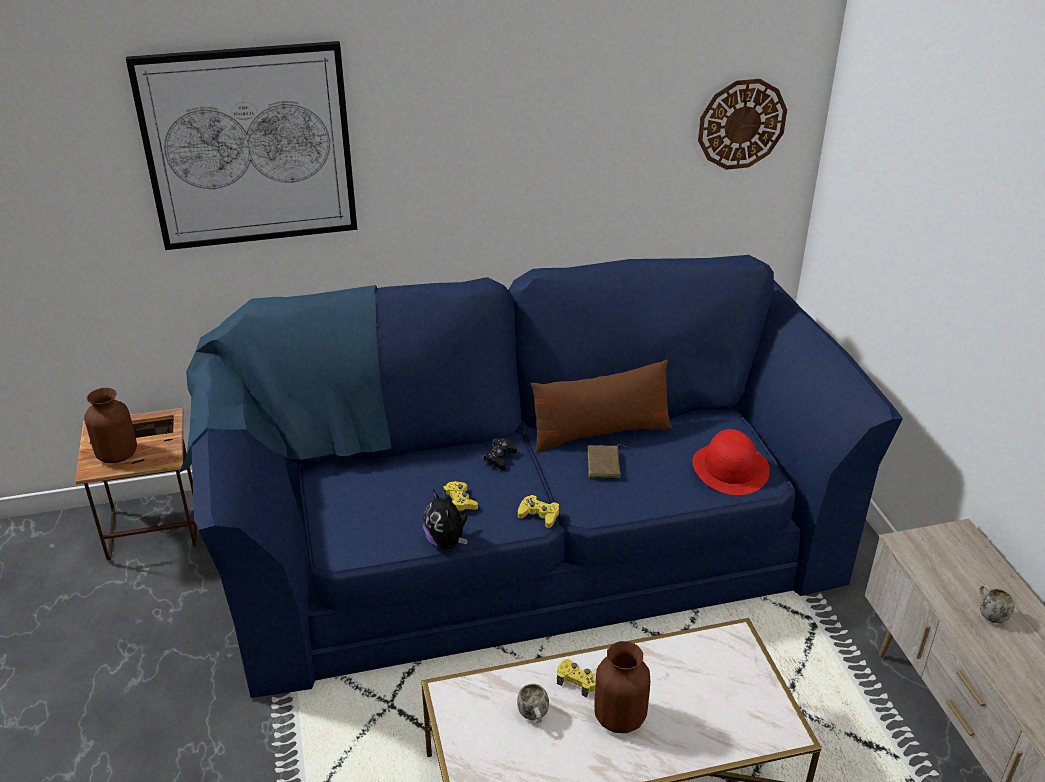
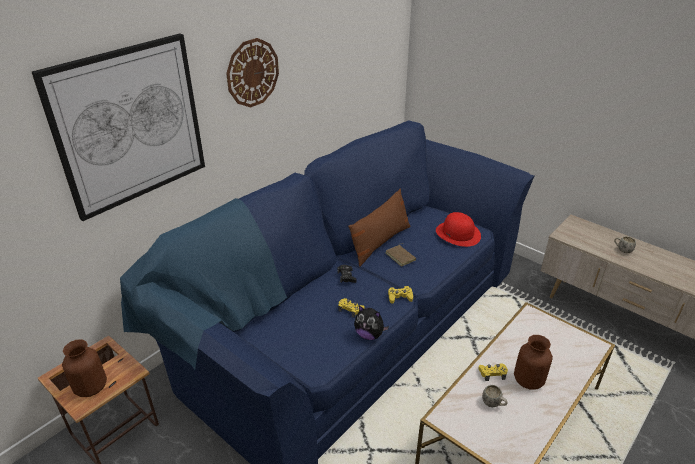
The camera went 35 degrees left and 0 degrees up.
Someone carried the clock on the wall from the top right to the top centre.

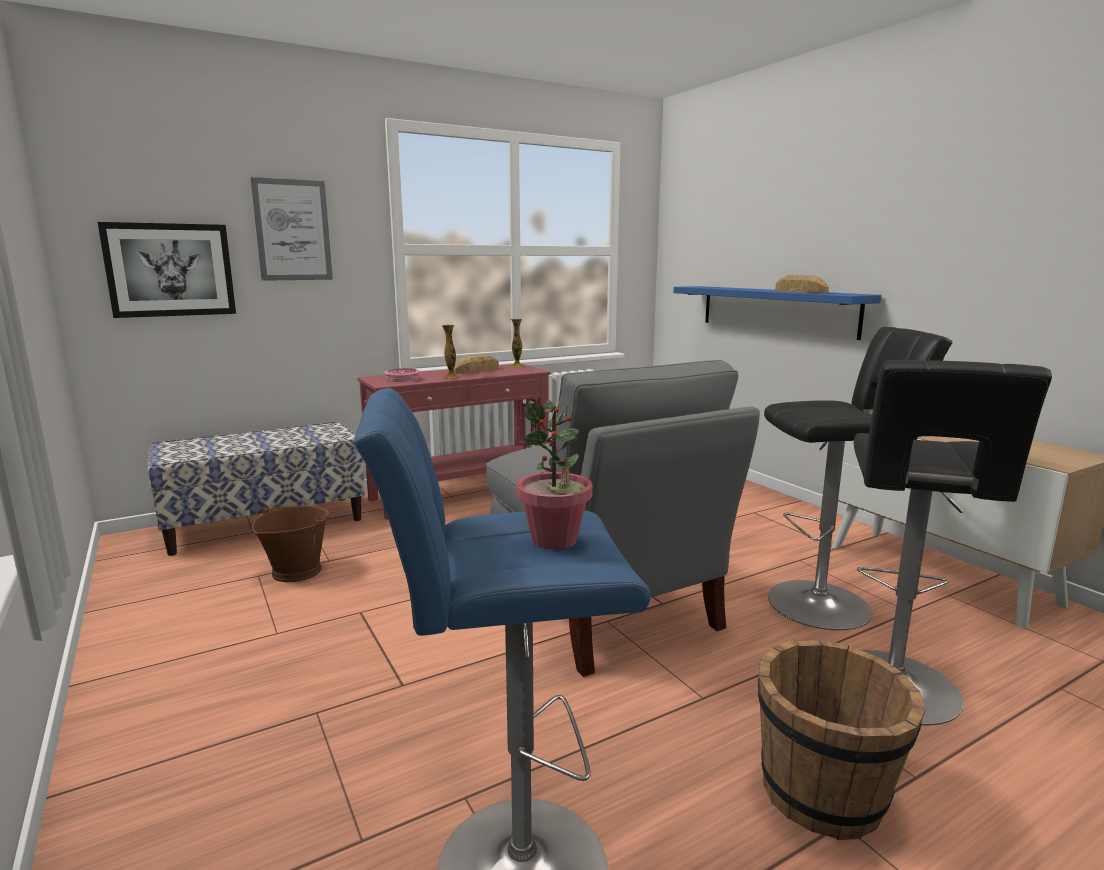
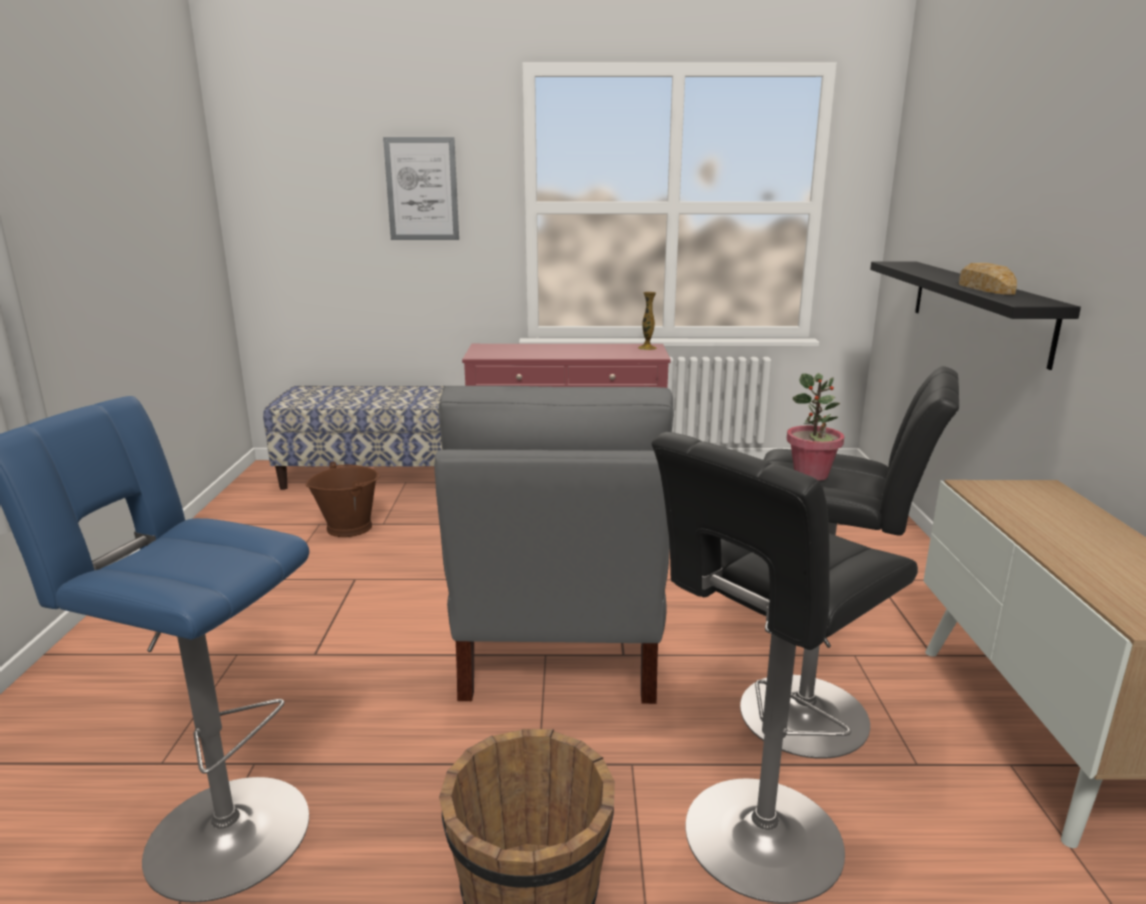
The camera went 30 degrees right and 5 degrees up.
Someone took away the wall art (1st from left) at the top left.
Someone took away the pink serving bowl at the centre.
Someone took away the flower vase (1st from left) at the centre.
Someone took away the bread (1st from left) at the centre.
Someone carried the houseplant from the centre to the middle right.
Someone repainted the blue shelf at the middle right, which became the black-coloured shelf at the middle right.

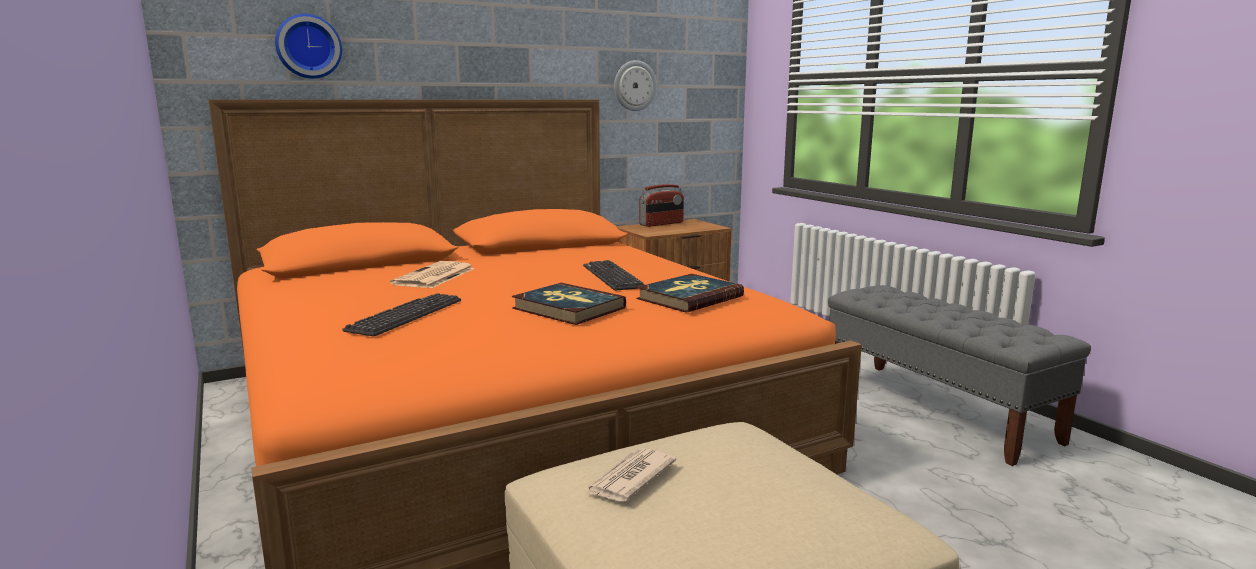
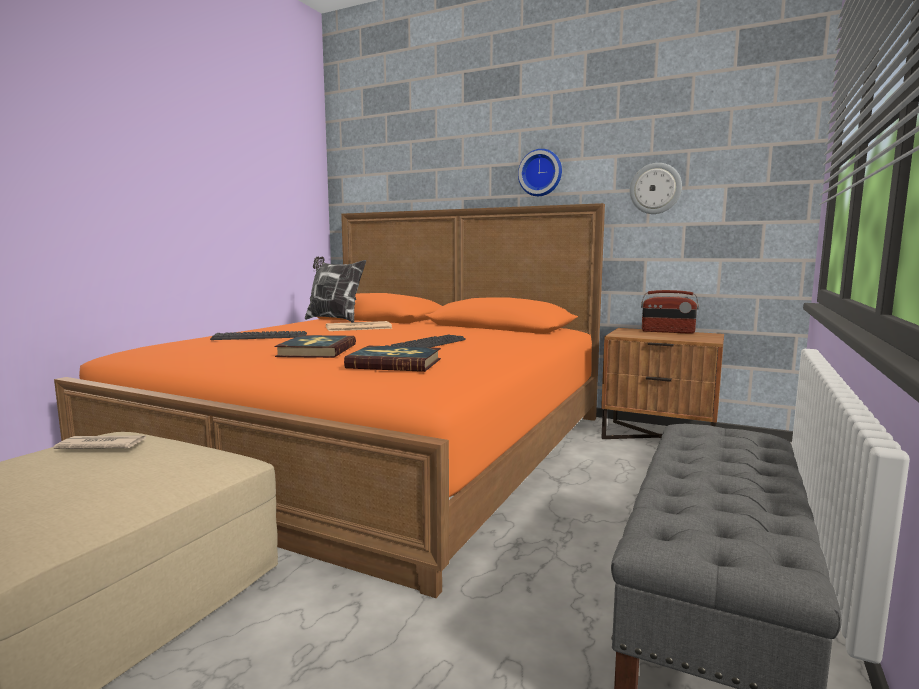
The camera went 55 degrees right and 5 degrees down.
Someone put down the pillow at the centre.
Someone carried the clock on the wall (1st from left) from the top left to the top centre.

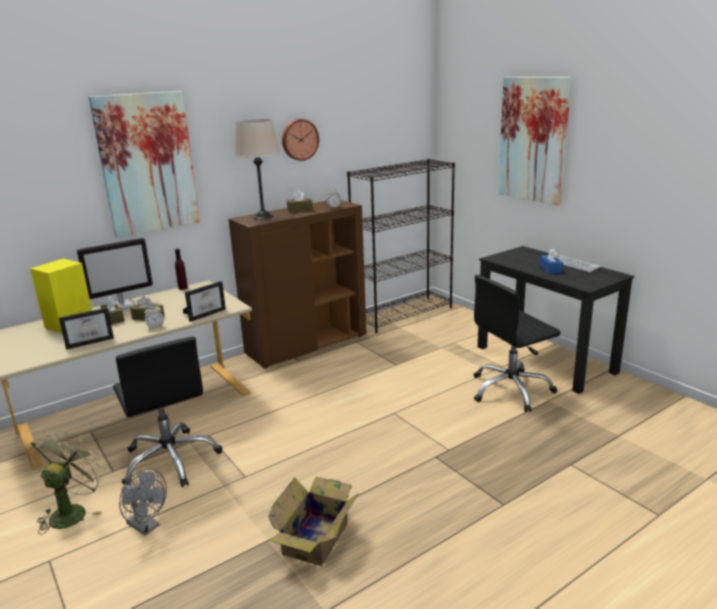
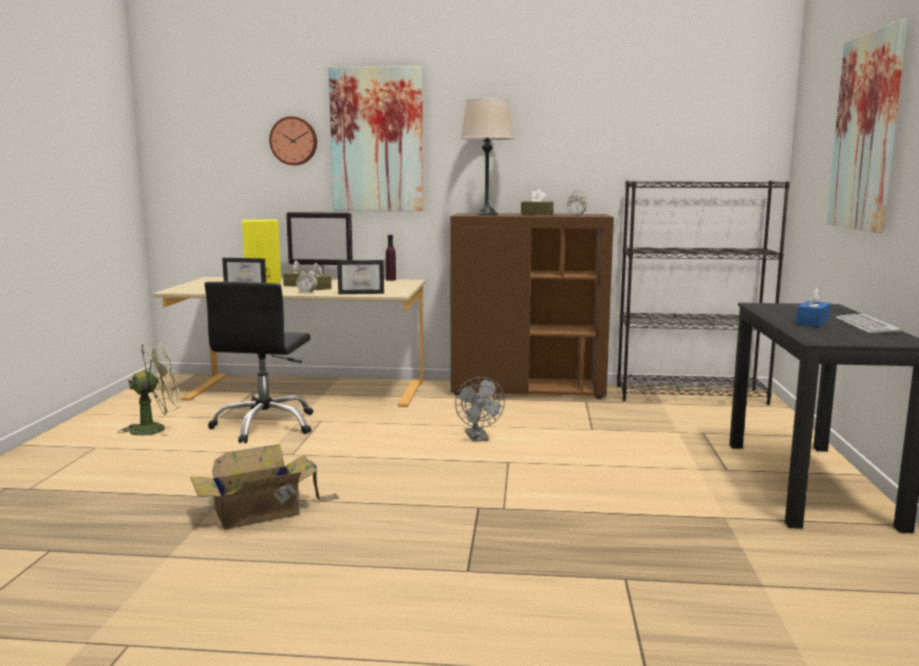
The camera went 40 degrees right and 10 degrees down.
Someone took away the black-coloured computer chair (2nd from left) at the middle right.
Someone carried the gray fan from the bottom left to the centre.
Someone carried the clock on the wall from the top centre to the top left.

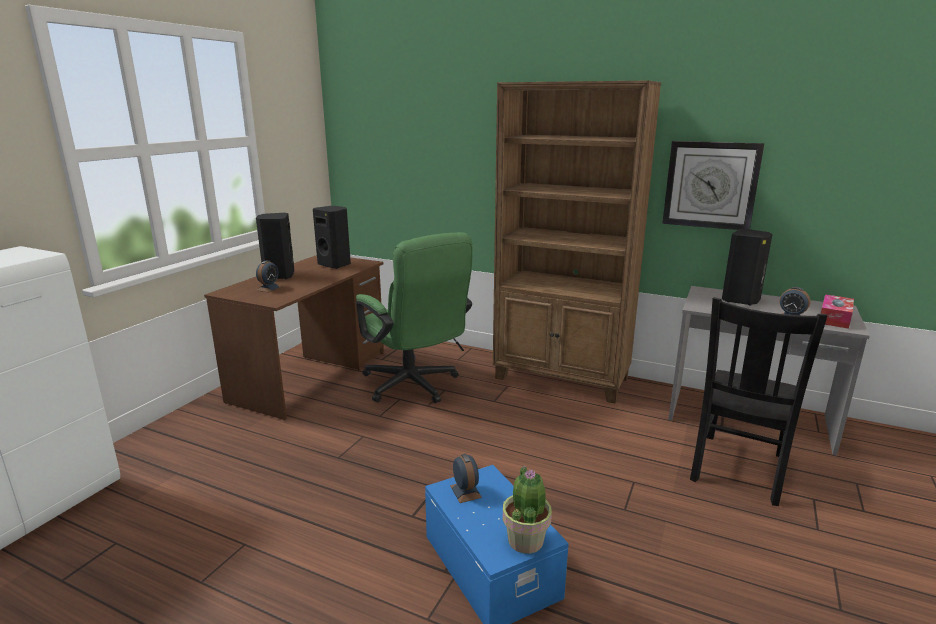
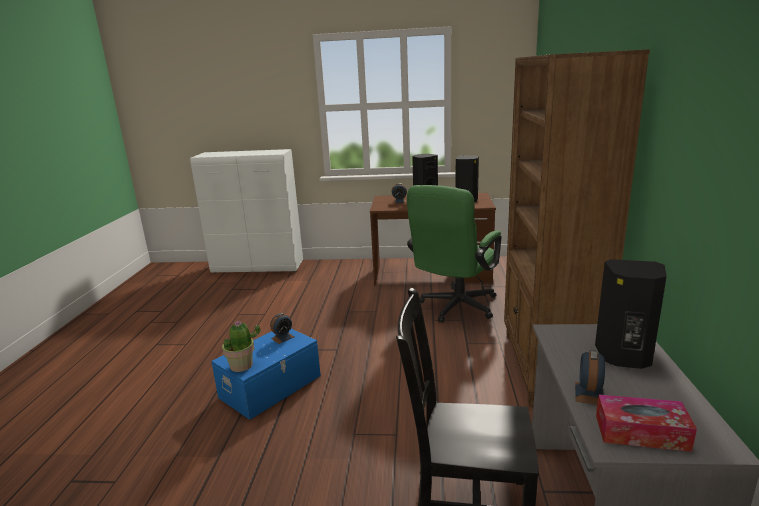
The camera went 70 degrees right and 0 degrees up.
Someone took away the clock on the wall at the top right.

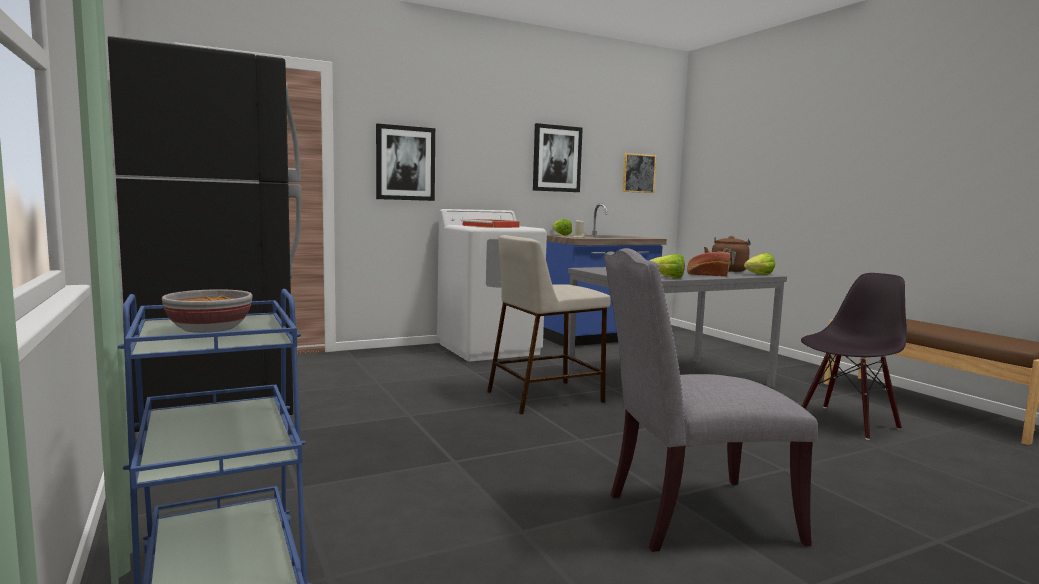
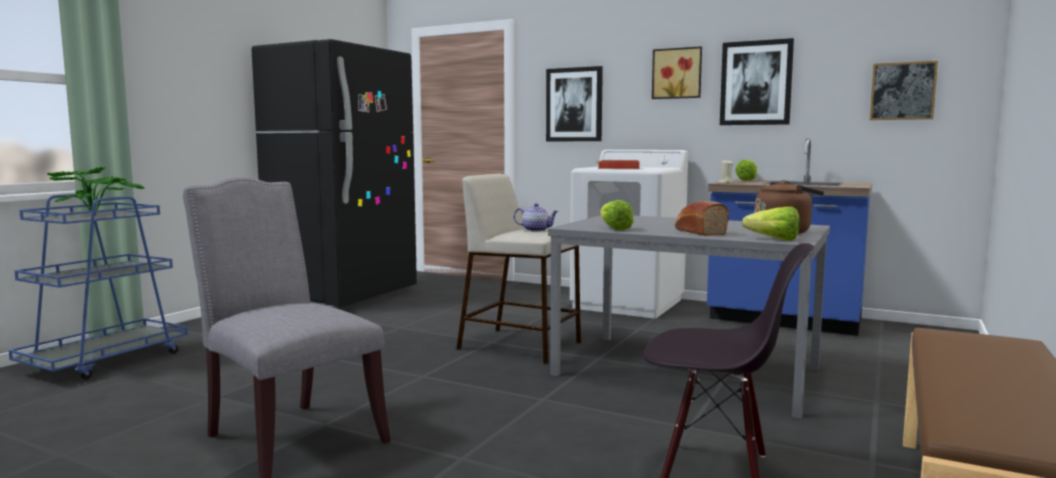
The camera went 55 degrees right and 0 degrees up.
Someone put down the pot for tea at the centre.
Someone put up the wall art (2nd from left) at the top centre.
Someone swapped the serving bowl at the middle left for the houseplant at the middle left.

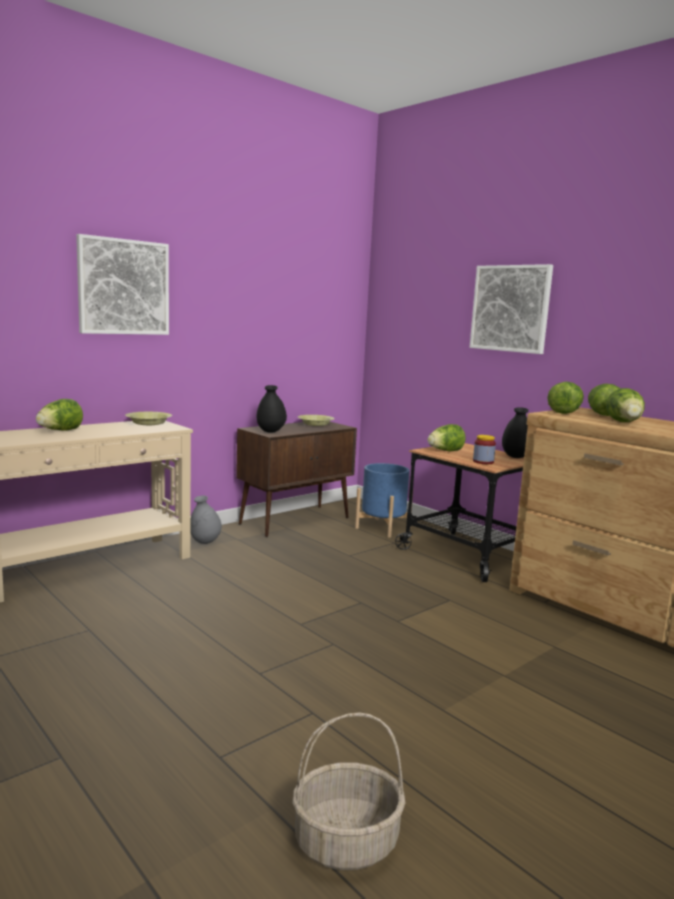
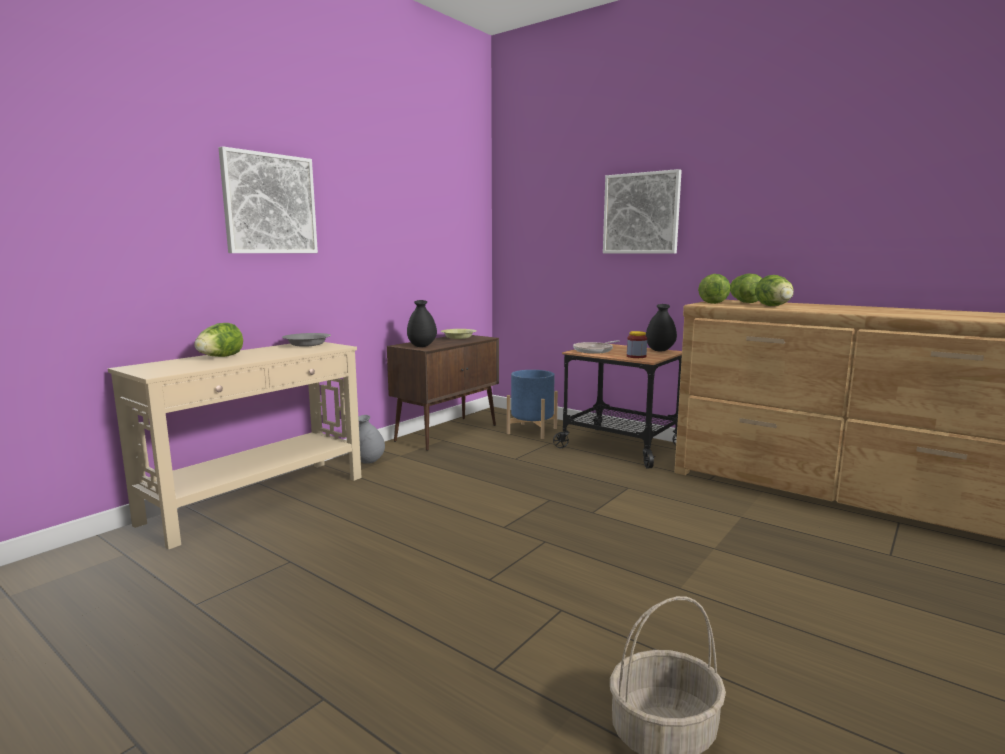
The camera went 10 degrees left and 0 degrees up.
Someone swapped the lettuce head (2nd from left) at the centre for the frying pan at the centre.
Someone repainted the yellow-coloured serving bowl (1st from left) at the middle left, which became the gray serving bowl at the middle left.

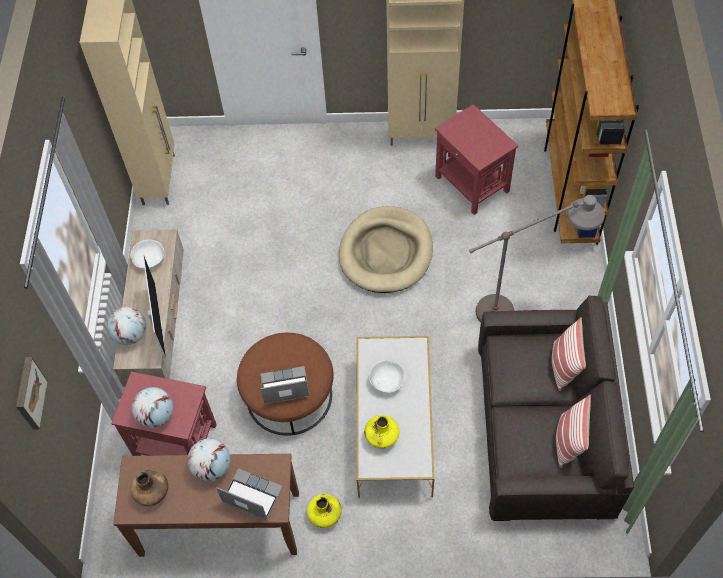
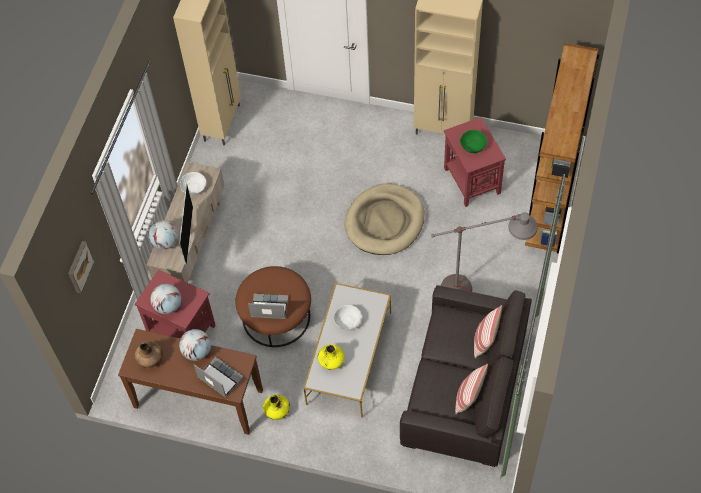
The camera went 15 degrees right and 0 degrees up.
Someone put down the greenish serving bowl at the top right.

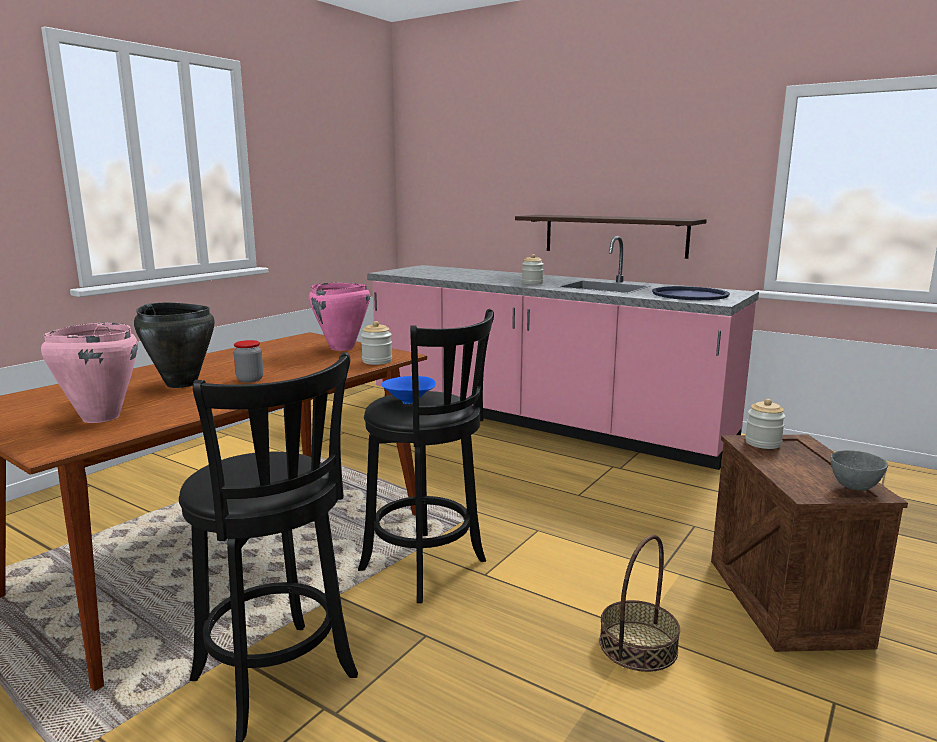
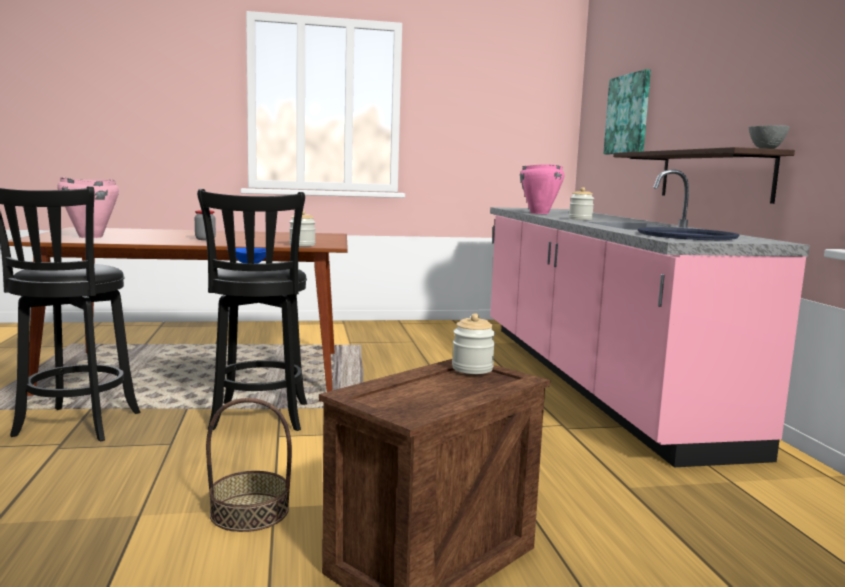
The camera went 45 degrees right and 5 degrees down.
Someone took away the black-coloured saucepot at the middle left.
Someone put up the wall art at the top right.
Someone carried the pink saucepot (2nd from left) from the centre to the top centre.
Someone carried the gray serving bowl from the middle right to the top right.

